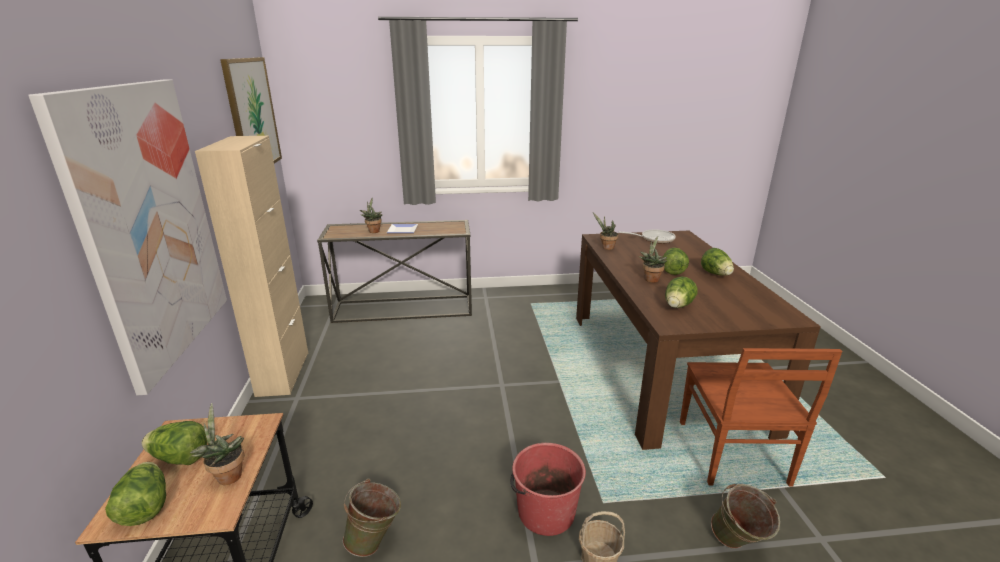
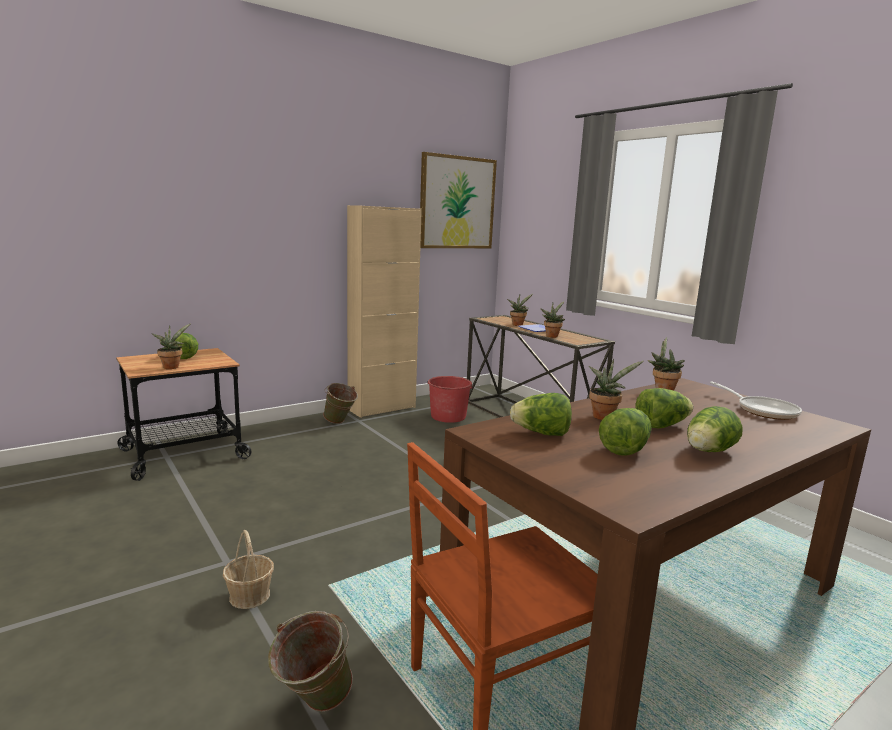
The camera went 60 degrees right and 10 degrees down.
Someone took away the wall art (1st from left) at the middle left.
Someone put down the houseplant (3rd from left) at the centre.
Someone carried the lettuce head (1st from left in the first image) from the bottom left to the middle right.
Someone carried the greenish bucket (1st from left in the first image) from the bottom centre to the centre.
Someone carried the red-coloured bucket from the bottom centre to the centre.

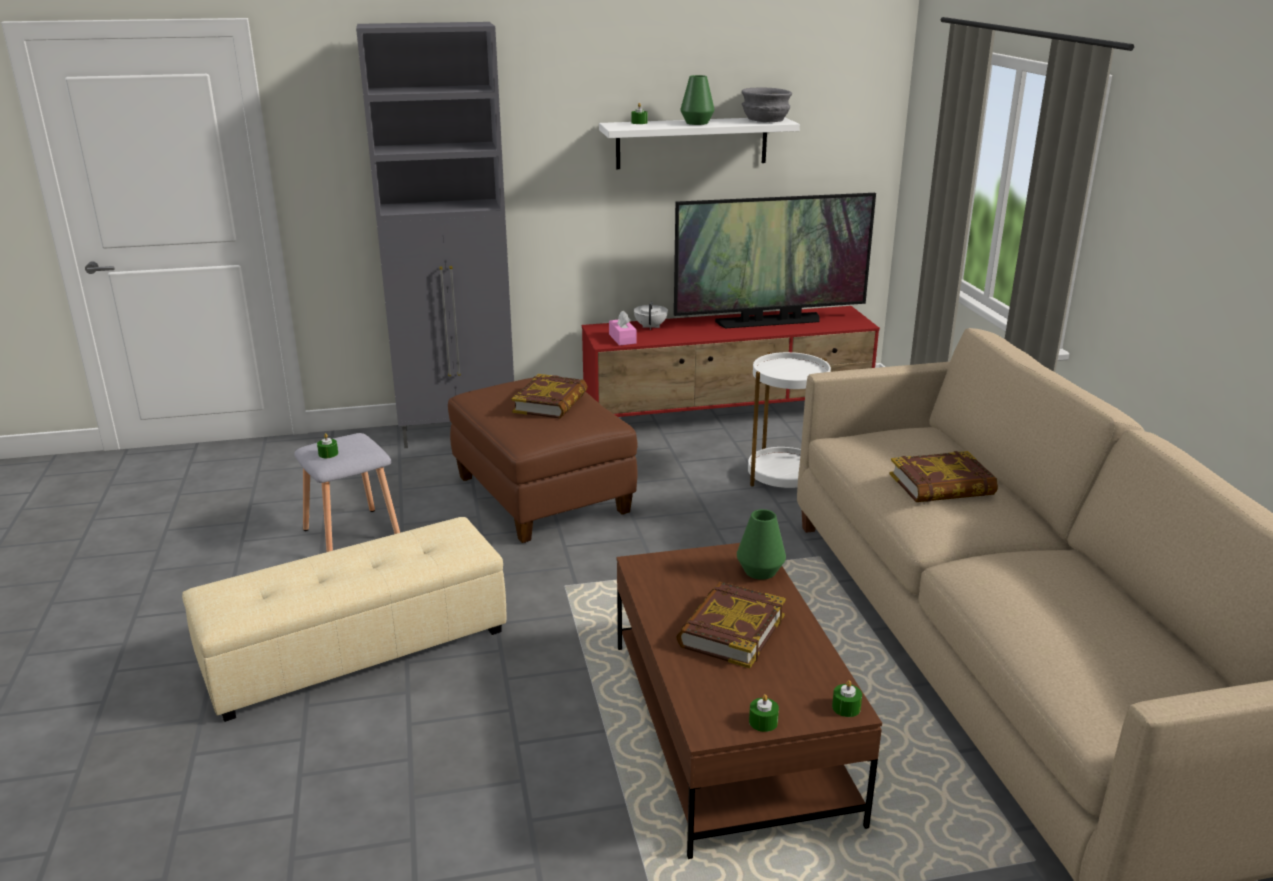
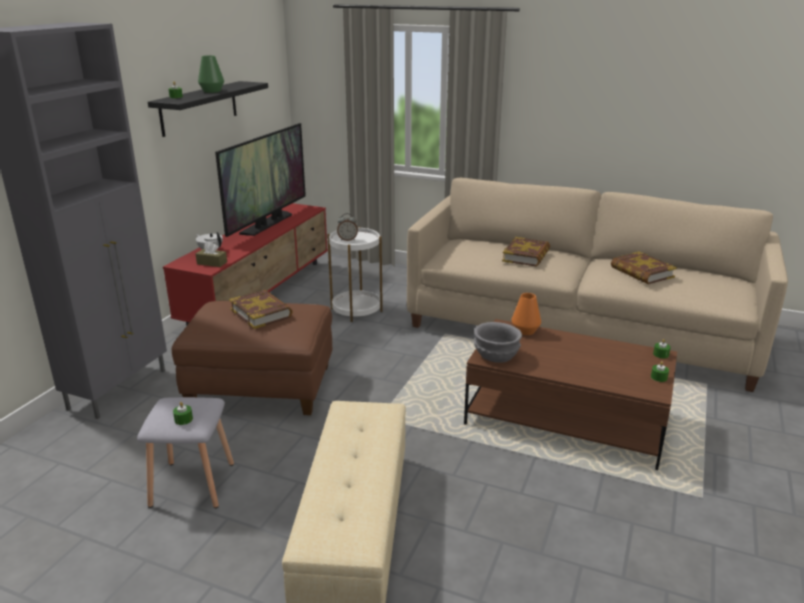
The camera went 55 degrees left and 0 degrees up.
Someone put down the table clock at the centre.
Someone carried the bound book (2nd from left in the first image) from the bottom centre to the middle right.
Someone carried the gray serving bowl from the top centre to the centre.
Someone repainted the white-coloured shelf at the top centre, which became the black-coloured shelf at the top left.
Someone repainted the pink tissue holder at the centre, which became the brown-coloured tissue holder at the middle left.
Someone repainted the greenish flower vase (2nd from left) at the centre, which became the orange flower vase at the centre.

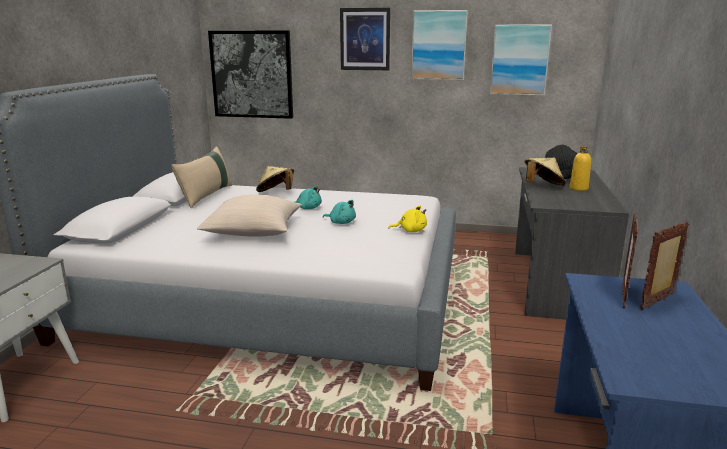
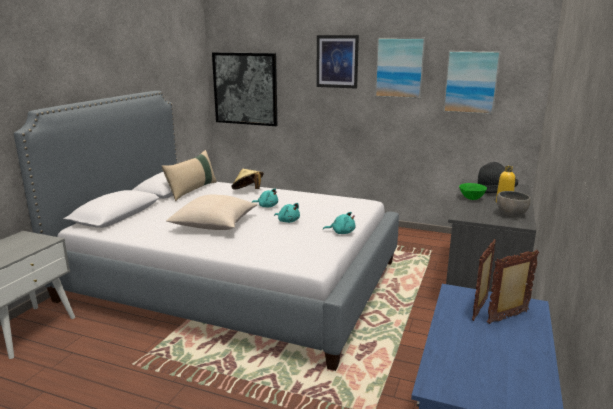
The camera went 10 degrees right and 0 degrees up.
Someone put down the gray serving bowl at the middle right.
Someone swapped the beige clothing hat (2nd from left) at the middle right for the greenish serving bowl at the middle right.
Someone repainted the yellow-coloured soft toy at the centre, which became the blue-green soft toy (3rd from left) at the centre.

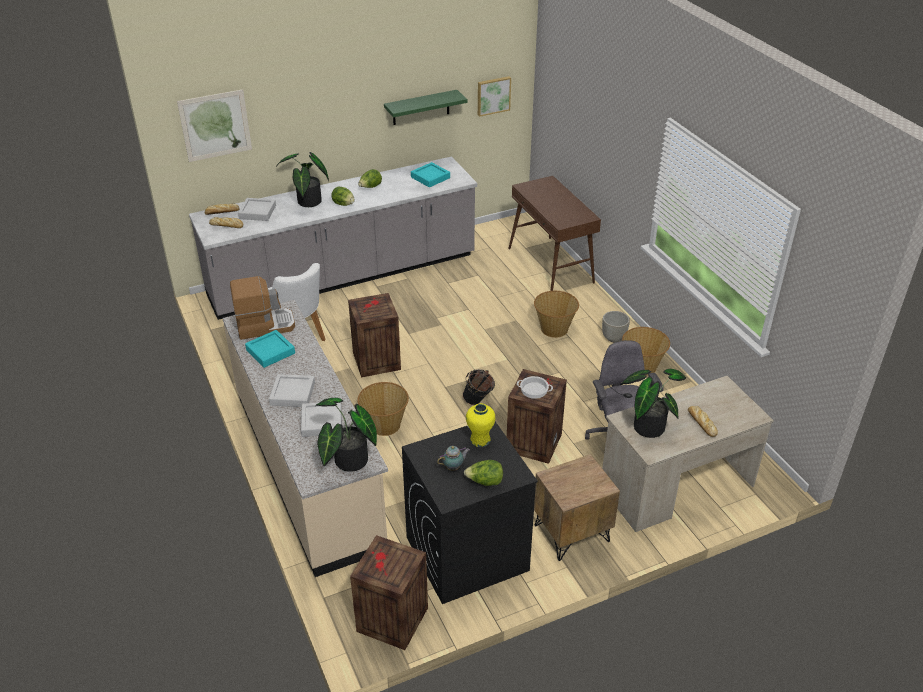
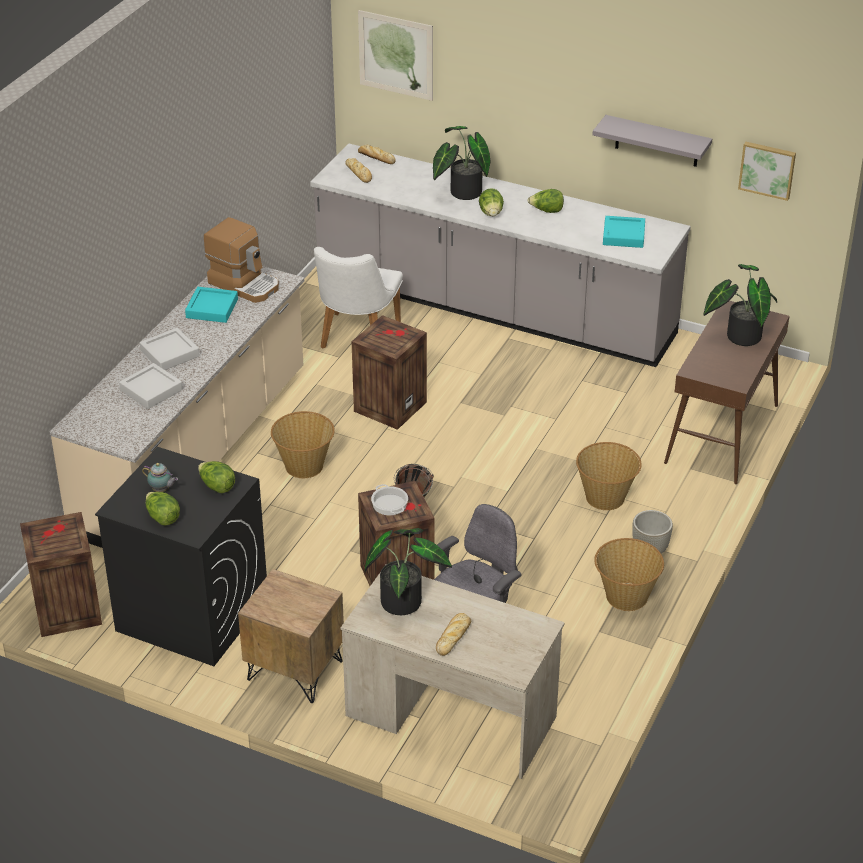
The camera went 50 degrees right and 0 degrees up.
Someone took away the gray carrying tray (1st from left) at the top left.
Someone carried the houseplant (2nd from left in the first image) from the centre to the middle right.
Someone swapped the yellow-coloured flower vase at the centre for the lettuce head (2nd from left) at the middle left.
Someone repainted the greenish shelf at the top centre, which became the gray shelf at the top right.

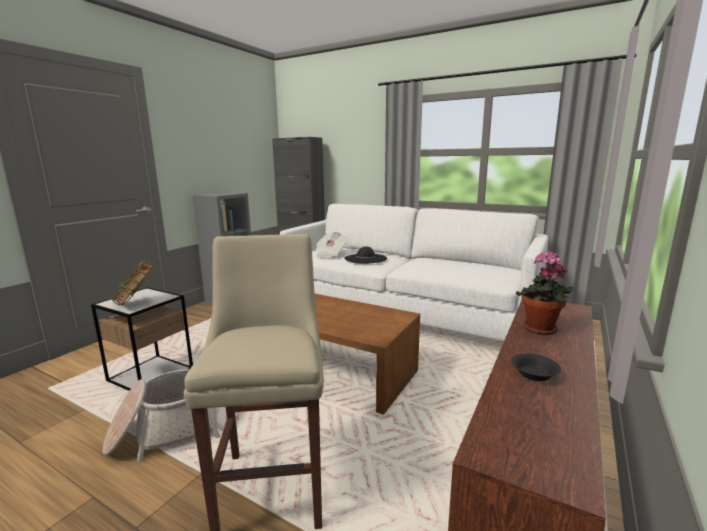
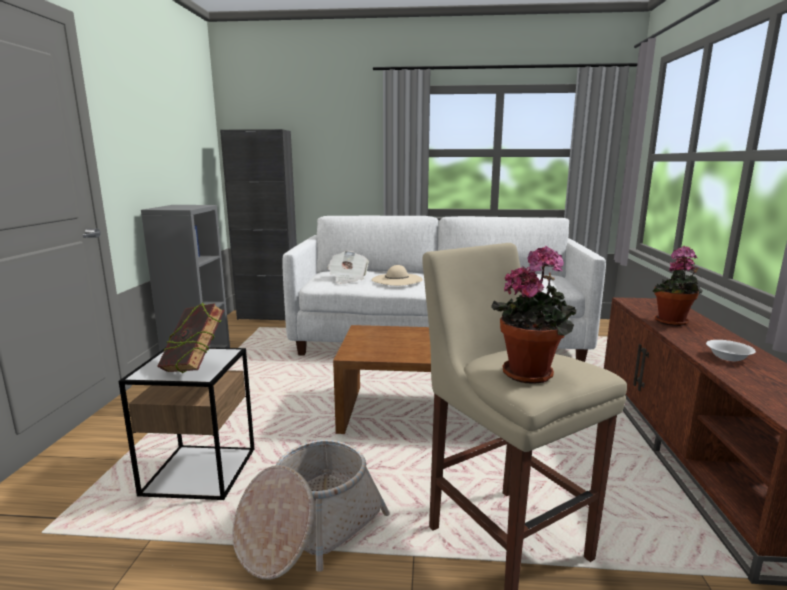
The camera went 25 degrees left and 0 degrees up.
Someone put down the houseplant (1st from left) at the middle right.
Someone repainted the black-coloured clothing hat at the centre, which became the beige clothing hat at the centre.
Someone repainted the black-coloured serving bowl at the bottom right, which became the white-coloured serving bowl at the middle right.

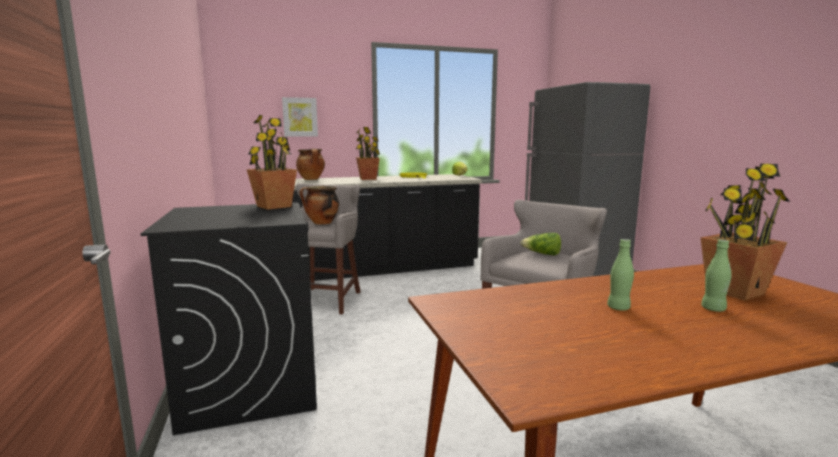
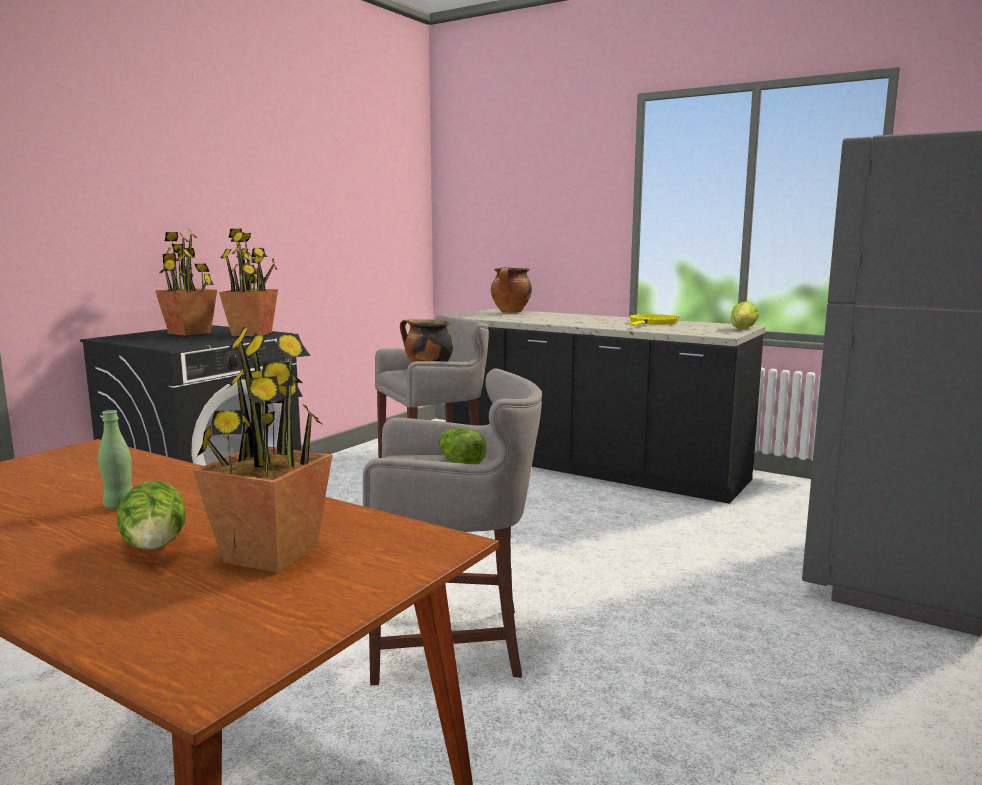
The camera went 50 degrees right and 0 degrees up.
Someone took away the wall art at the top centre.
Someone carried the houseplant (2nd from left in the first image) from the centre to the middle left.
Someone swapped the greenish bottle (2nd from left) at the middle right for the lettuce head (1st from left) at the middle left.

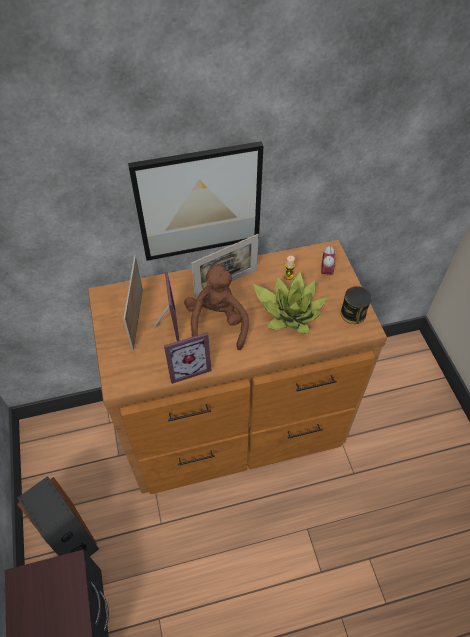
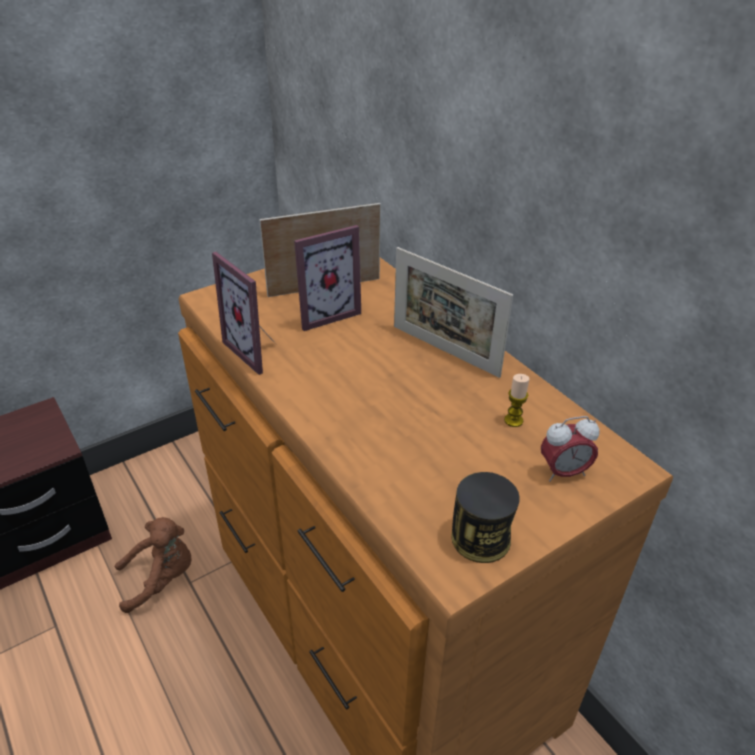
The camera went 70 degrees right and 15 degrees down.
Someone took away the speaker at the bottom left.
Someone took away the wall art at the top centre.
Someone took away the houseplant at the centre.
Someone carried the brown-coloured soft toy from the centre to the bottom left.

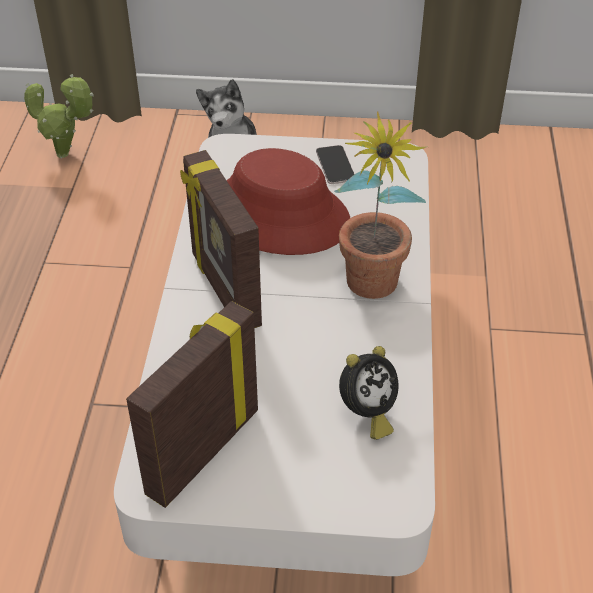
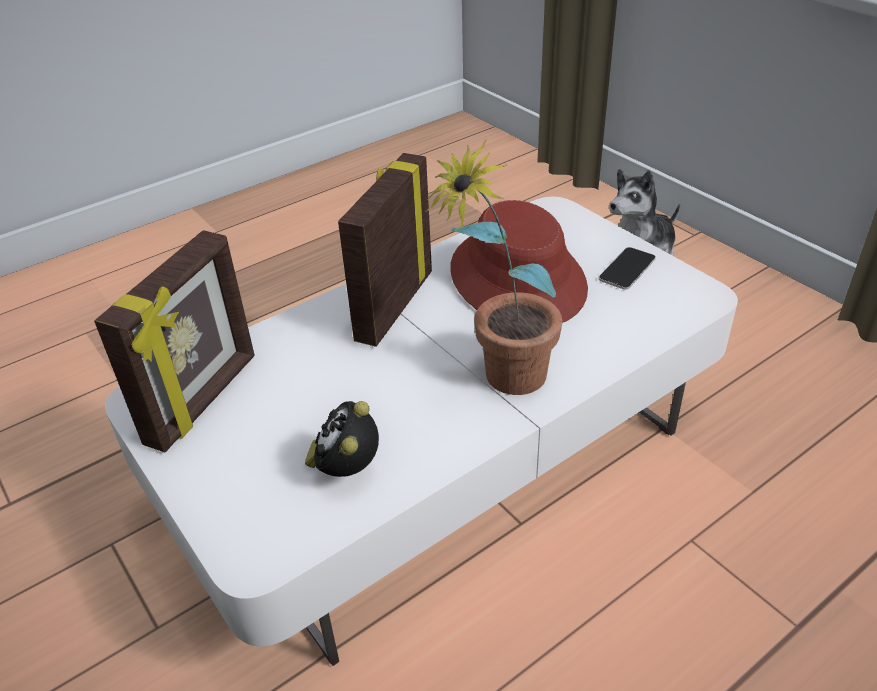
The camera went 50 degrees right and 5 degrees down.
Someone took away the houseplant (1st from left) at the top left.
Someone rotated the picture frame (1st from left) at the bottom left by 120 degrees clockwise.
Someone rotated the table clock at the centre by 90 degrees clockwise.

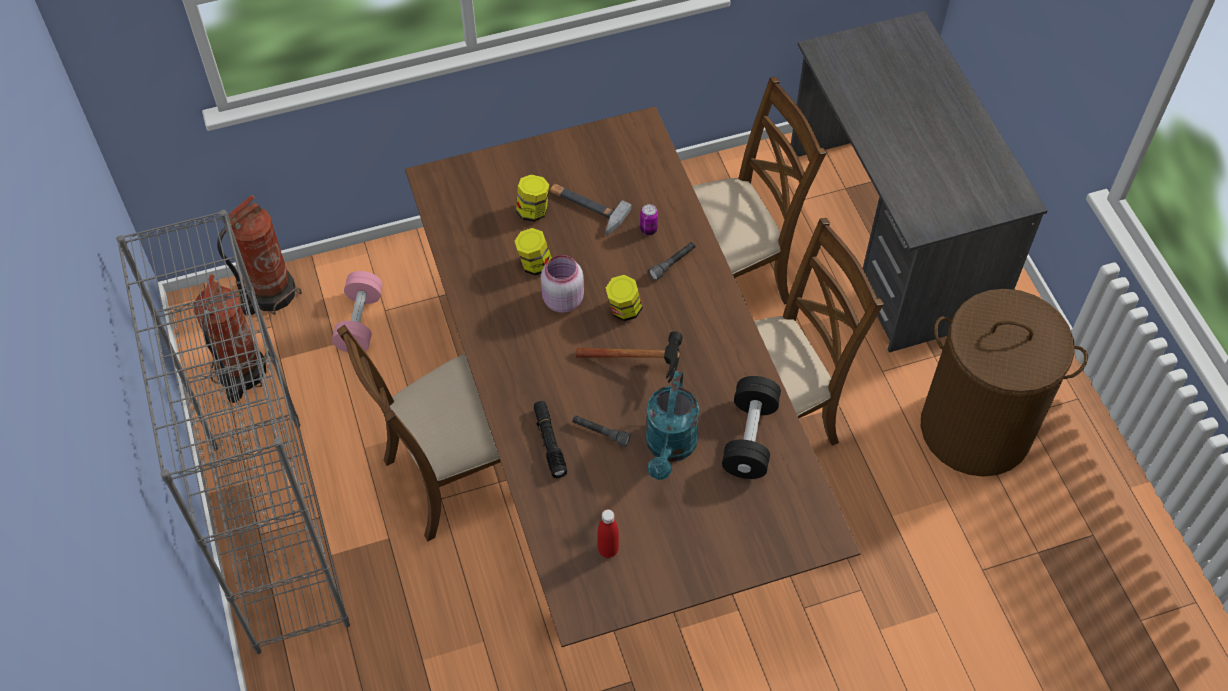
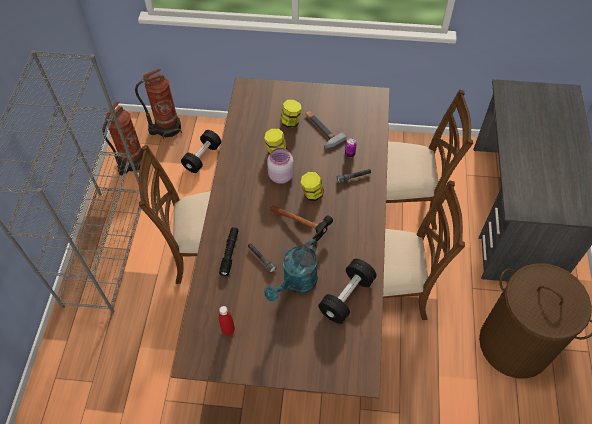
The camera went 25 degrees right and 0 degrees up.
Someone repainted the pink free weight at the middle left, which became the black-coloured free weight (1st from left) at the centre.

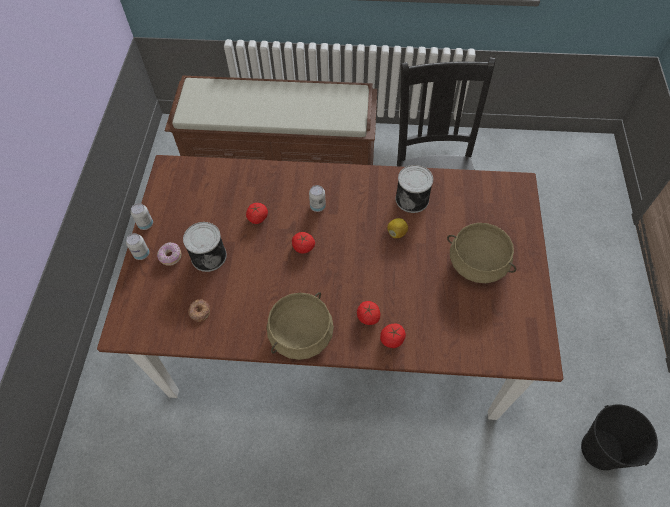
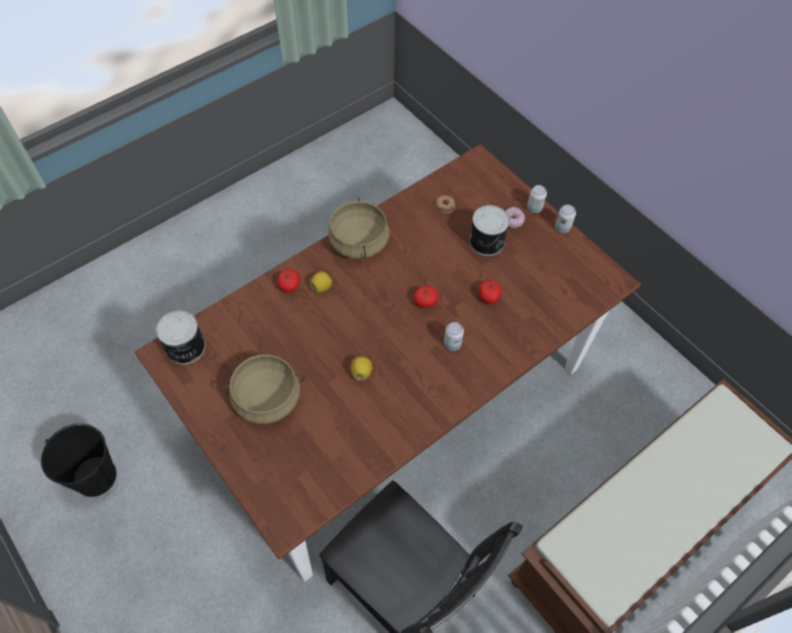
The camera went 135 degrees right and 0 degrees up.
Someone carried the can (5th from left in the first image) from the centre to the middle left.
Someone swapped the tomato (3rd from left) at the centre for the lemon (1st from left) at the centre.

